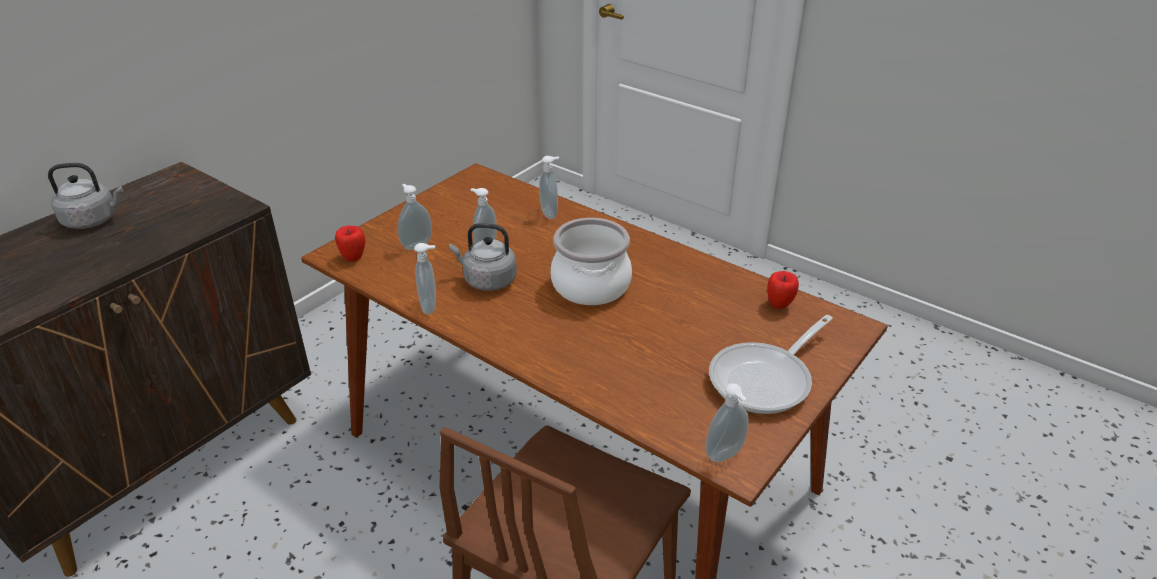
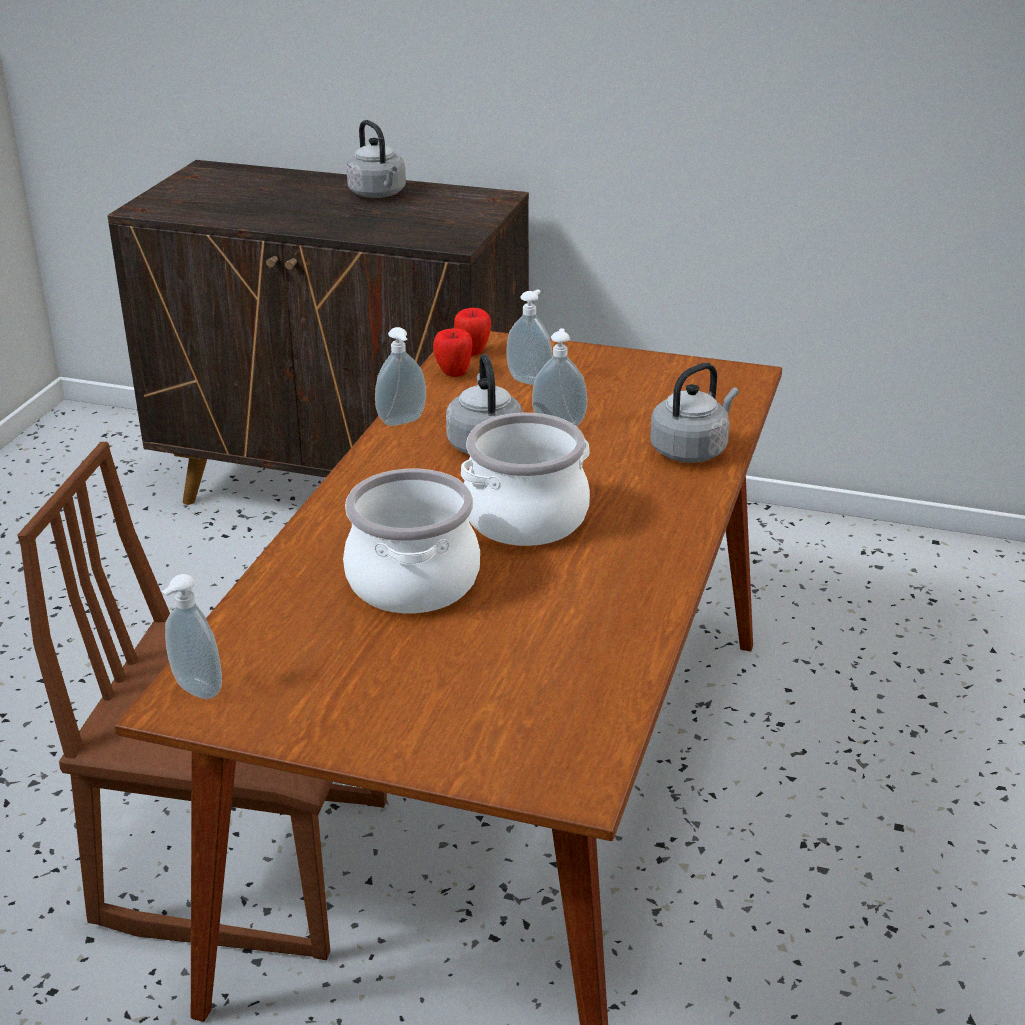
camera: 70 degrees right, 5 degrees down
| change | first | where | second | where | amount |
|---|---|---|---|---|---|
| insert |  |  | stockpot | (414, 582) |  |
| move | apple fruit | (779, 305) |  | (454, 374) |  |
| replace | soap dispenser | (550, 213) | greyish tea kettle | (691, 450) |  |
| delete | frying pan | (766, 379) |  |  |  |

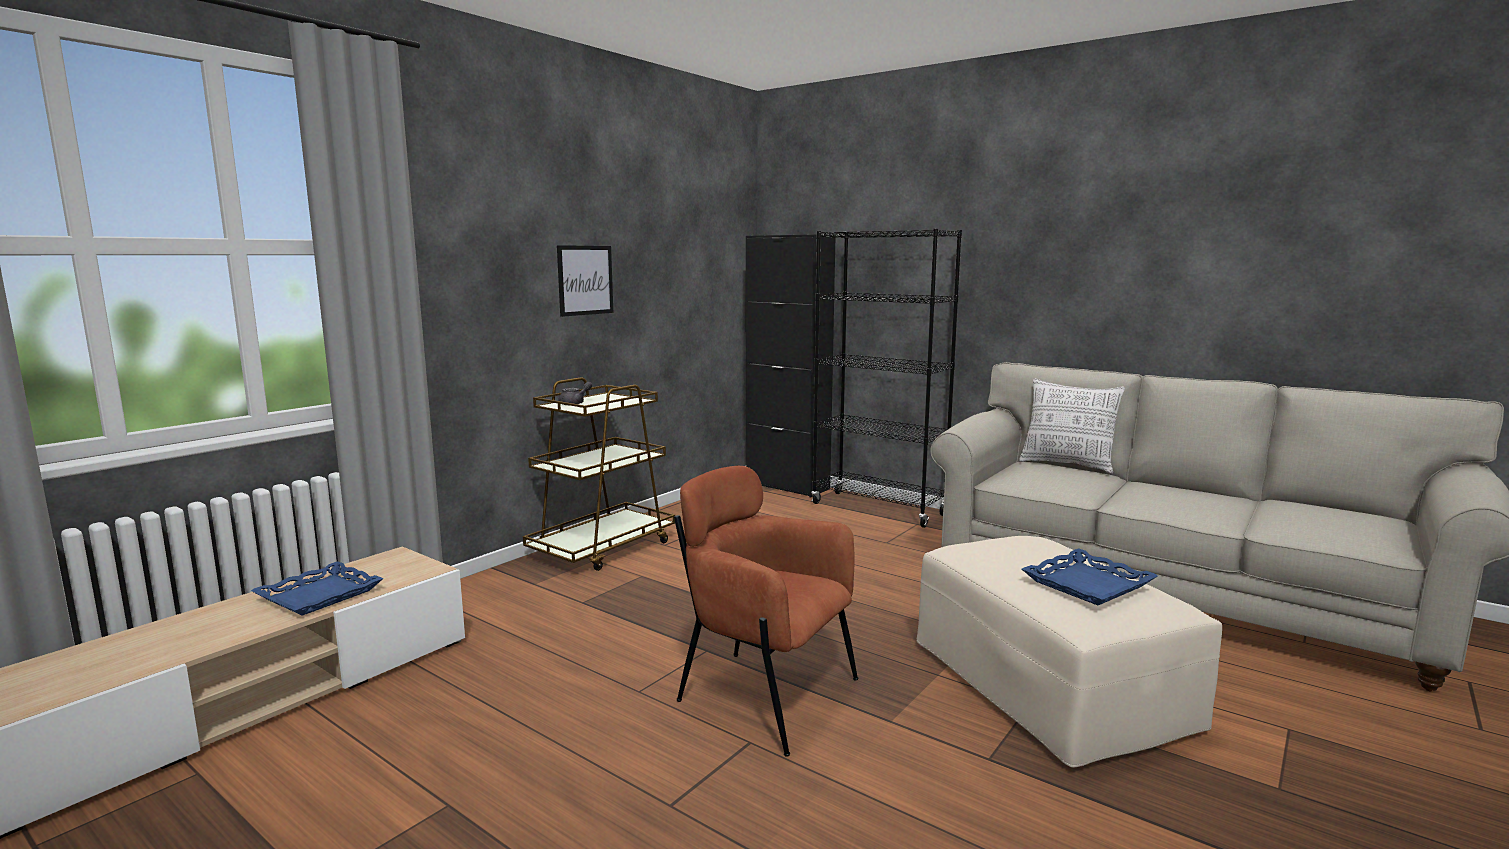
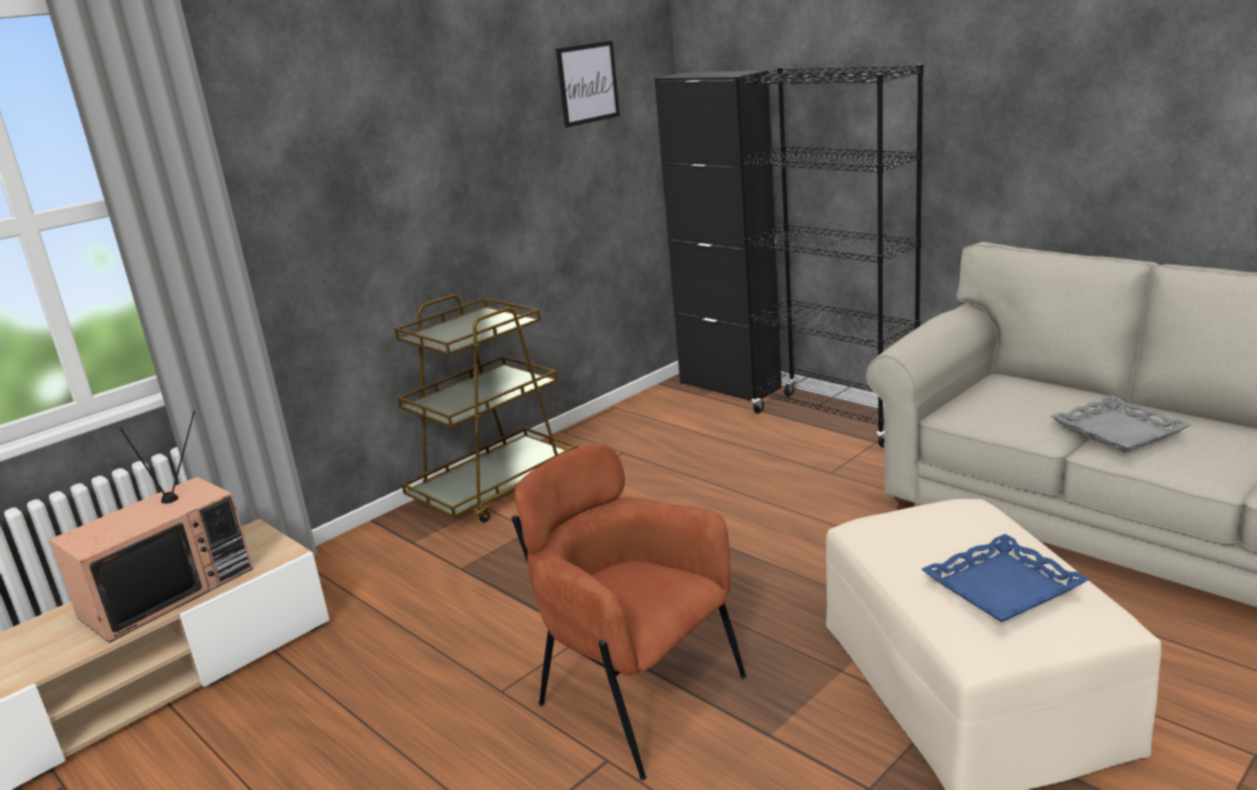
camera: 10 degrees right, 10 degrees up
| change | first | where | second | where | amount |
|---|---|---|---|---|---|
| replace | bluish tray | (319, 595) | TV set | (168, 591) |  |
| move | picture | (585, 280) |  | (588, 83) |  |
| insert |  |  | greyish tray | (1119, 431) |  |
| delete | greyish tea pot | (575, 403) |  |  |  |
| delete | cushion | (1067, 465) |  |  |  |

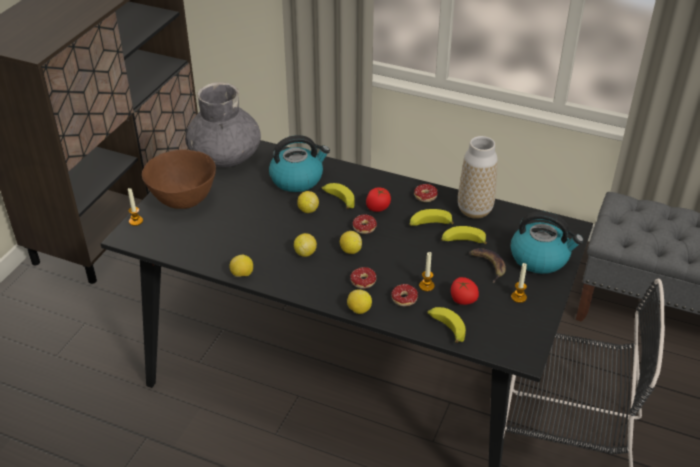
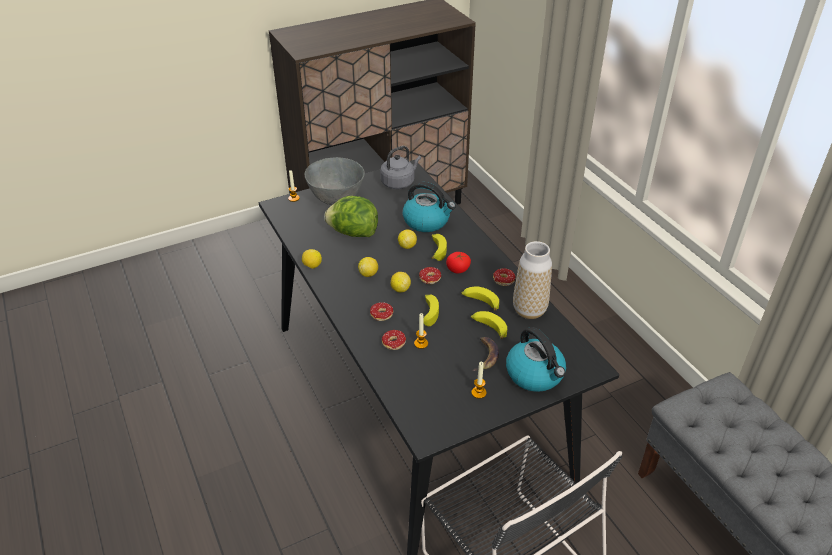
camera: 40 degrees right, 0 degrees up
| change | first | where | second | where | amount |
|---|---|---|---|---|---|
| recolor | brown deep dish | (183, 200) | greyish deep dish | (337, 199) |  |
| insert |  |  | lettuce | (353, 233) |  |
| replace | greyish decorative vase | (225, 156) | greyish tea kettle | (399, 182) |  |
| move | banana fruit | (446, 328) |  | (428, 313) |  |
| delete | lemon | (359, 310) |  |  |  |
| delete | whole tomato | (462, 300) |  |  |  |

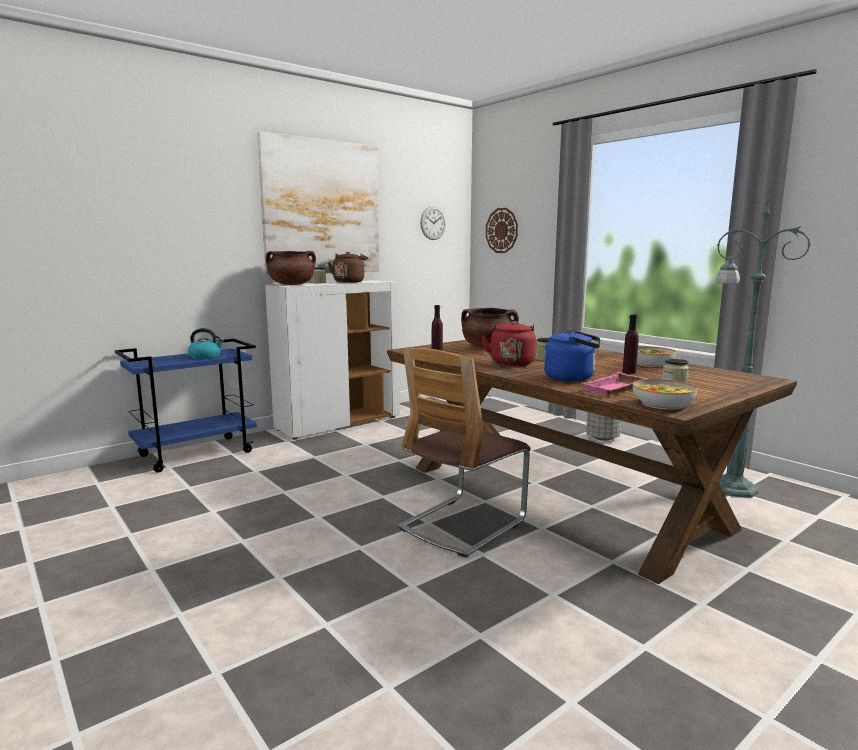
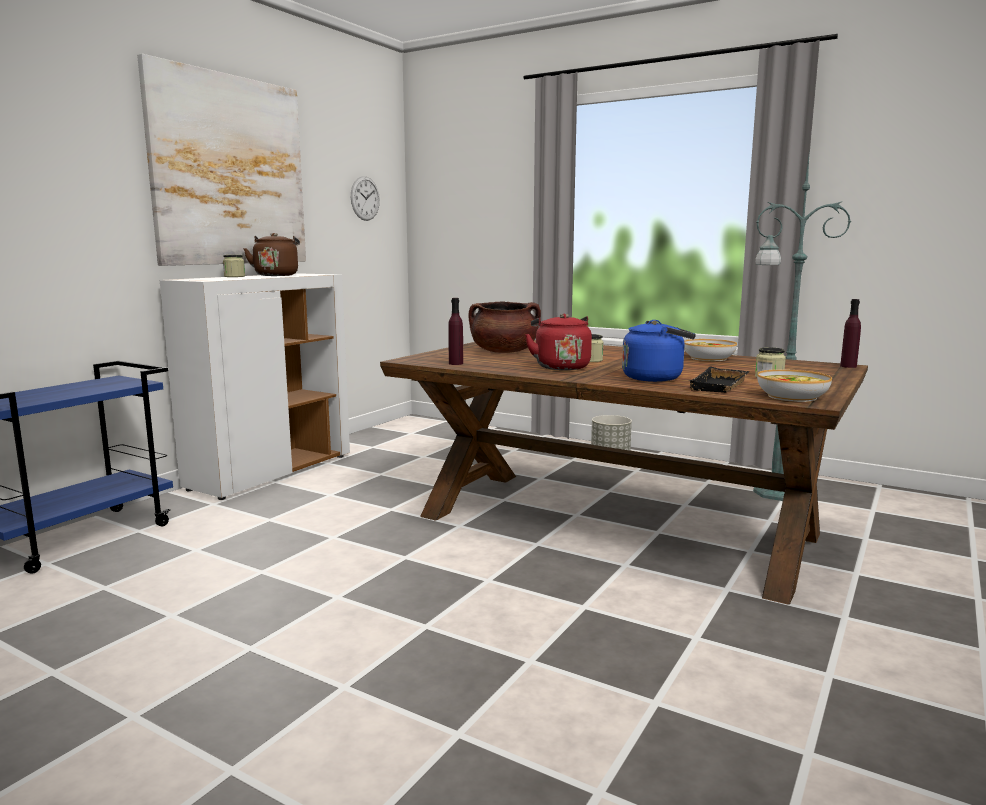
camera: 20 degrees left, 0 degrees up
| change | first | where | second | where | amount |
|---|---|---|---|---|---|
| recolor | pink tray | (615, 390) | black-coloured tray | (721, 386) |  |
| move | purple beverage bottle | (629, 372) |  | (848, 366) |  |
| delete | tea kettle | (205, 357) |  |  |  |
| delete | brown stockpot | (292, 284) |  |  |  |
| delete | upright chair | (462, 524) |  |  |  |
| delete | wall clock | (502, 230) |  |  |  |

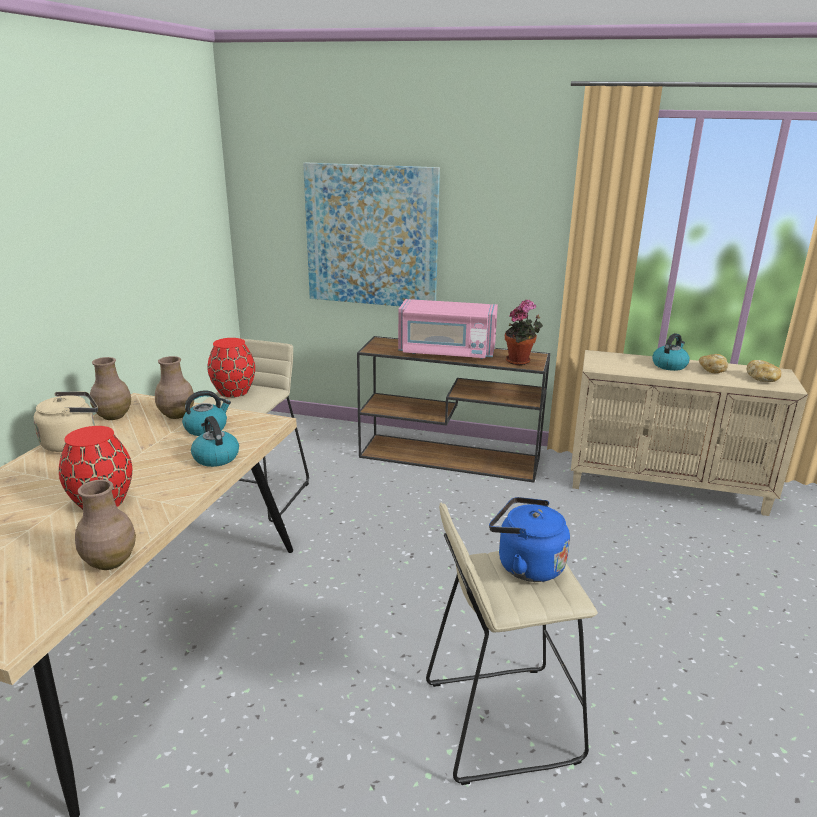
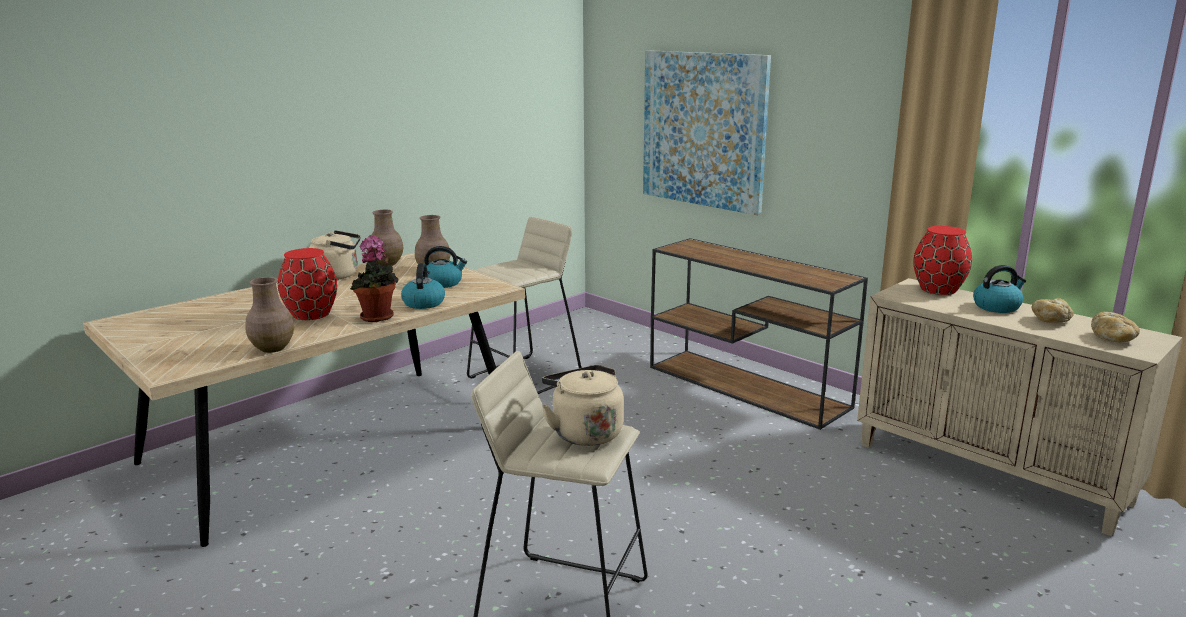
camera: 30 degrees right, 5 degrees down
| change | first | where | second | where | amount |
|---|---|---|---|---|---|
| move | houseplant | (520, 361) |  | (378, 318) |  |
| recolor | bluish tea kettle | (526, 565) | beige-coloured tea kettle | (584, 432) |  |
| move | red-coloured decorative vase | (233, 392) |  | (937, 289) |  |
| delete | pink microwave | (446, 352) |  |  |  |

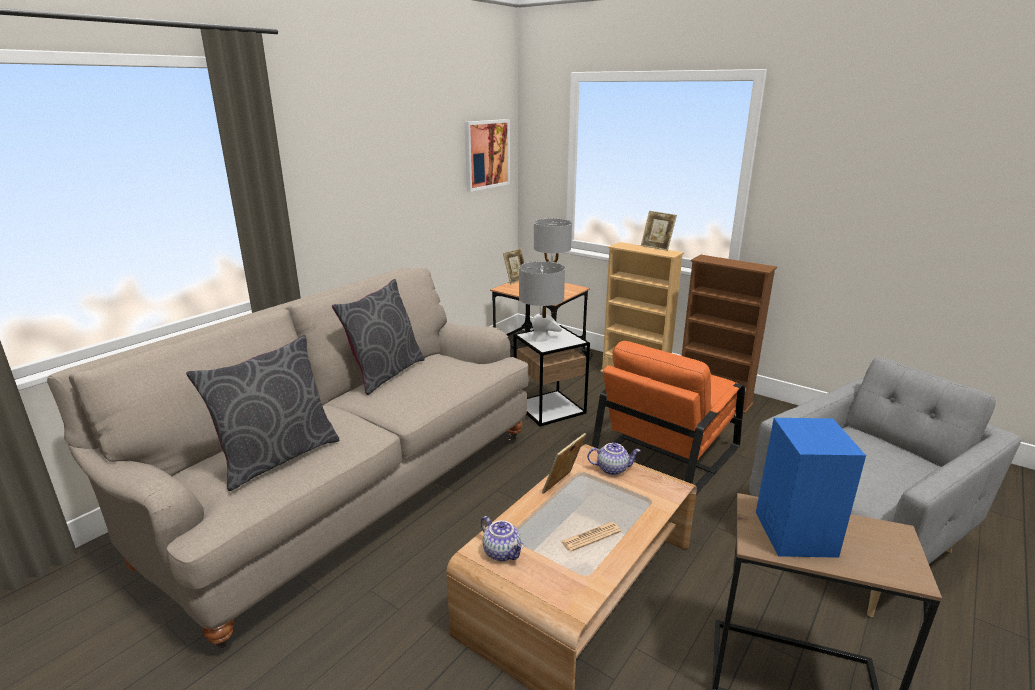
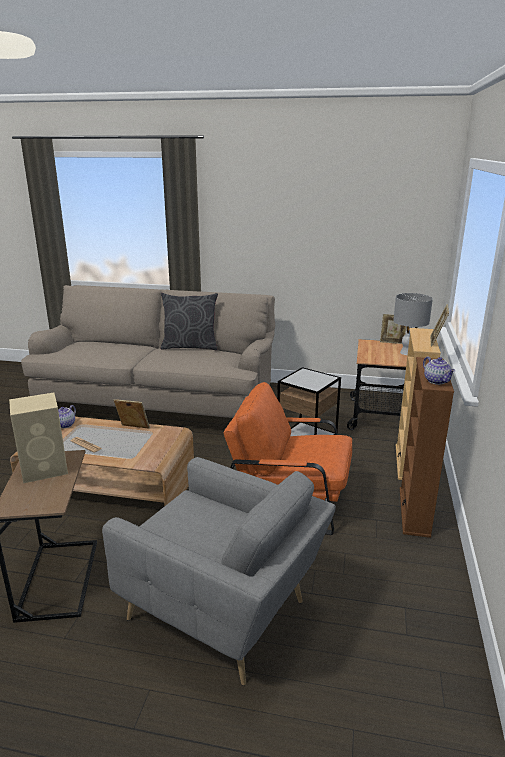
camera: 65 degrees right, 0 degrees up
| change | first | where | second | where | amount |
|---|---|---|---|---|---|
| recolor | bluish audio speaker | (794, 532) | beige-coloured audio speaker | (46, 469) |  |
| move | tea pot | (612, 469) |  | (437, 381) |  |
| delete | greyish cushion | (277, 457) |  |  |  |
| delete | picture | (486, 154) |  |  |  |
| delete | greyish table lamp | (540, 338) |  |  |  |

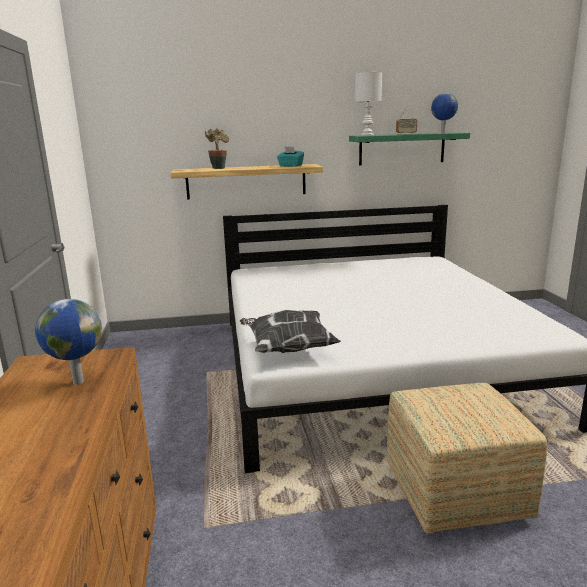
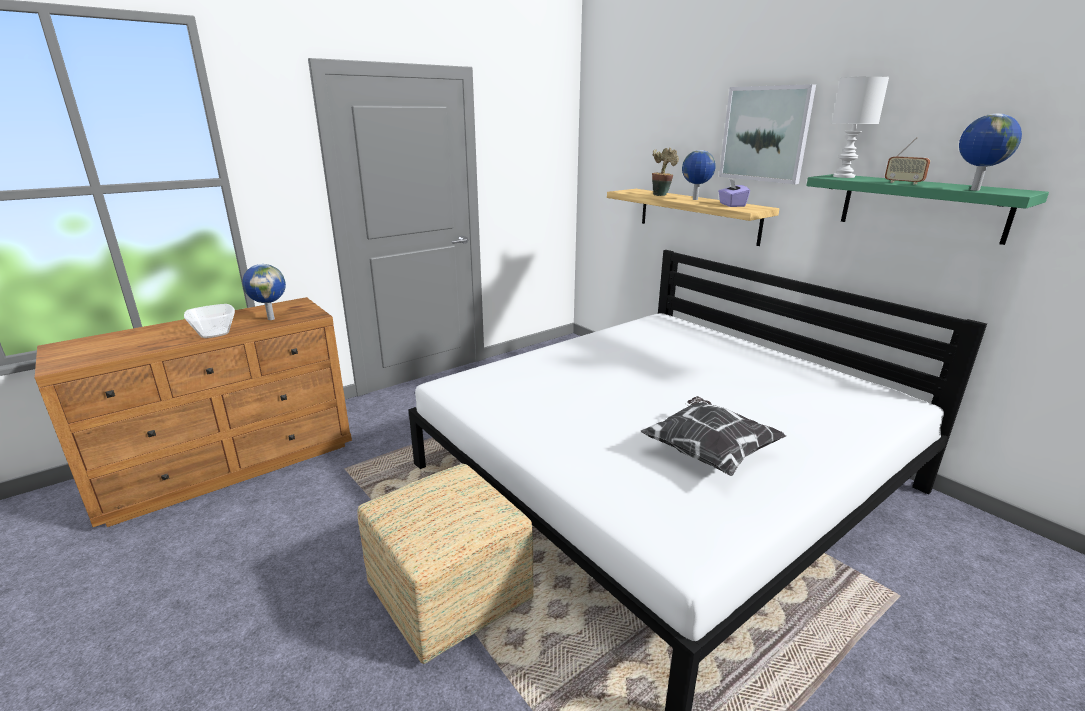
camera: 60 degrees right, 5 degrees up
| change | first | where | second | where | amount |
|---|---|---|---|---|---|
| insert |  |  | deep dish | (215, 333) |  |
| move | cushion | (287, 348) |  | (708, 453) |  |
| insert |  |  | globe | (695, 199) |  |
| recolor | blue-green tissue box | (290, 166) | purple tissue box | (731, 205) |  |
| insert |  |  | picture | (765, 134) |  |

